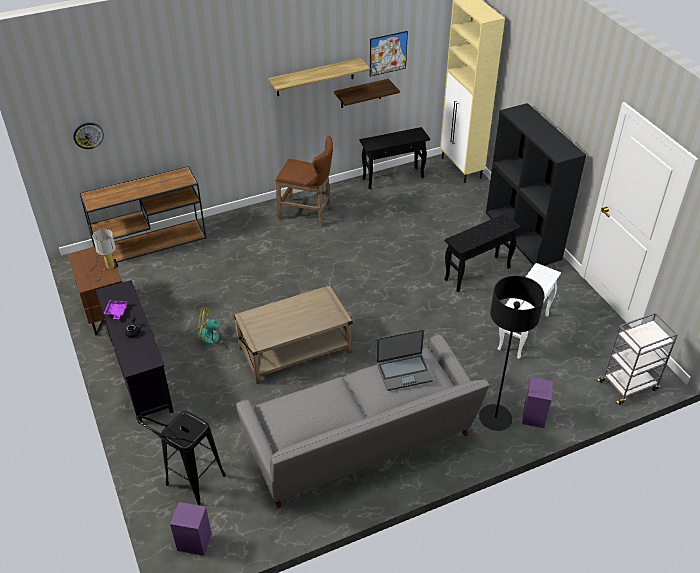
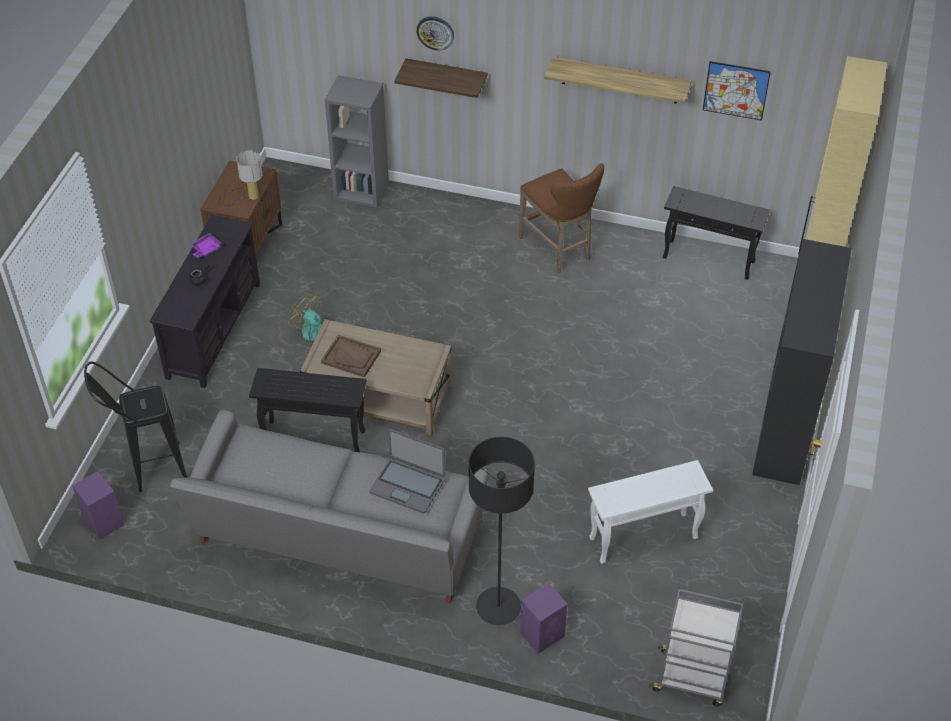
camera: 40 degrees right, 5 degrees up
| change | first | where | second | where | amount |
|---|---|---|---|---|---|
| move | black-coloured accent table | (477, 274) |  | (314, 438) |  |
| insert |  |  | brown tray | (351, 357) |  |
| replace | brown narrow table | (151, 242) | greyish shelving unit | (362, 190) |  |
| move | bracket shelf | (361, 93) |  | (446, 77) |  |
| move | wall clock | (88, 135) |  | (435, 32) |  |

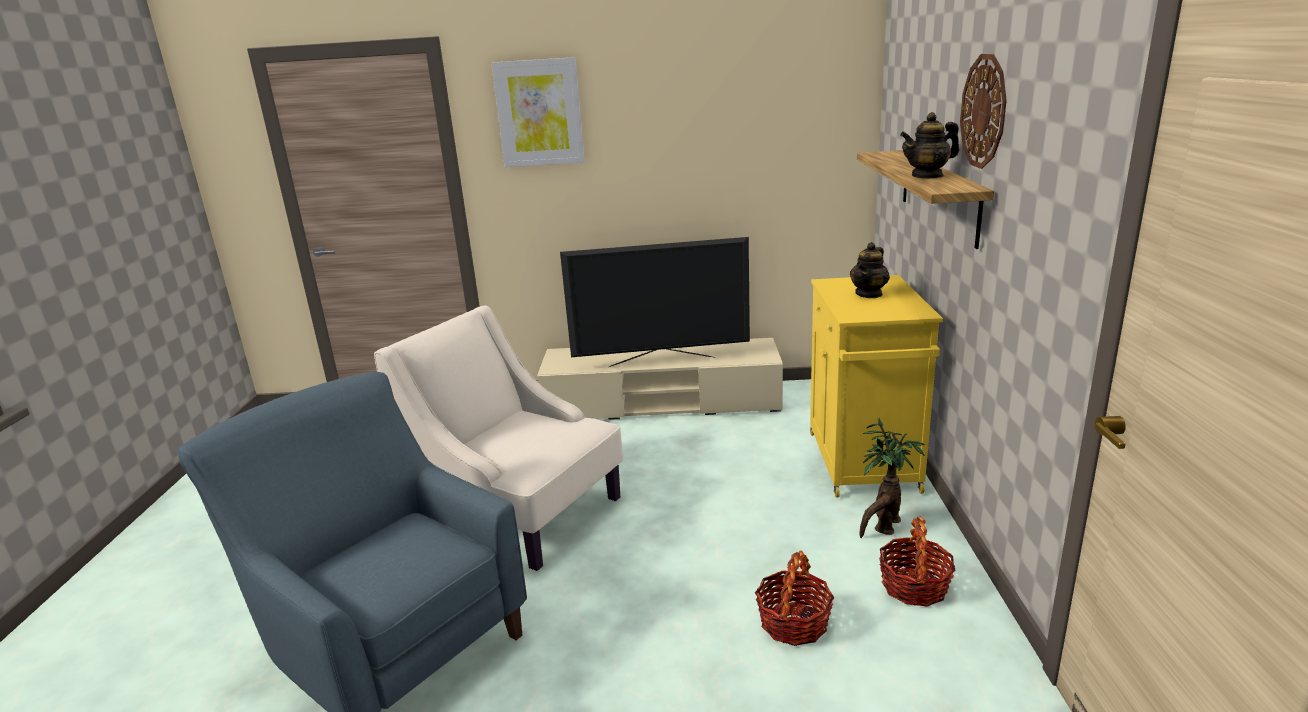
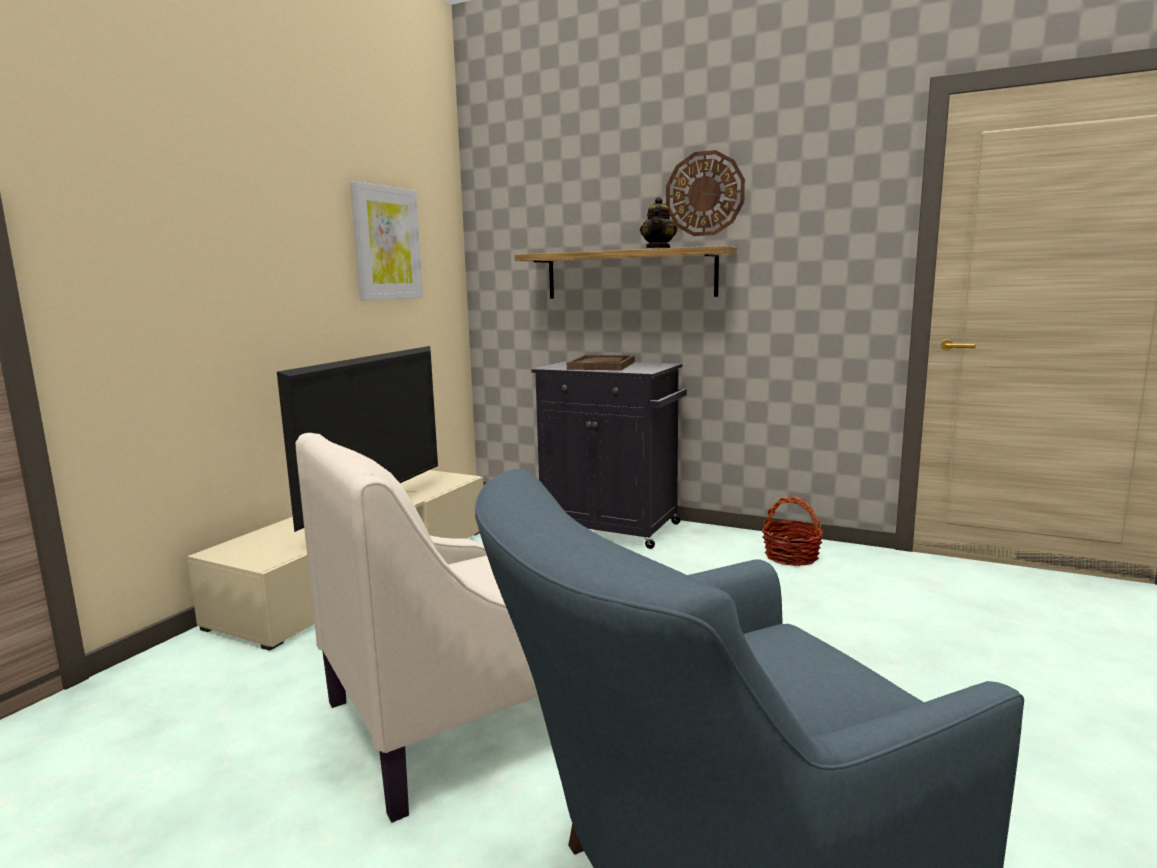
camera: 65 degrees left, 10 degrees down
| change | first | where | second | where | amount |
|---|---|---|---|---|---|
| move | picture | (539, 113) |  | (387, 243) |  |
| recolor | yellow storage cabinet | (863, 463) | black-coloured storage cabinet | (612, 528) |  |
| replace | tea pot | (869, 294) | brown tray | (601, 365) |  |
| delete | household basket | (794, 623) |  |  |  |
| delete | houseplant | (883, 527) |  |  |  |

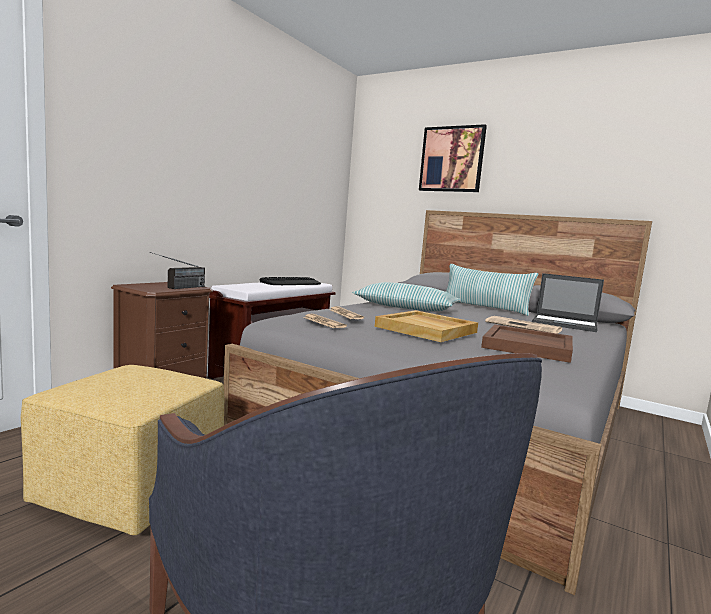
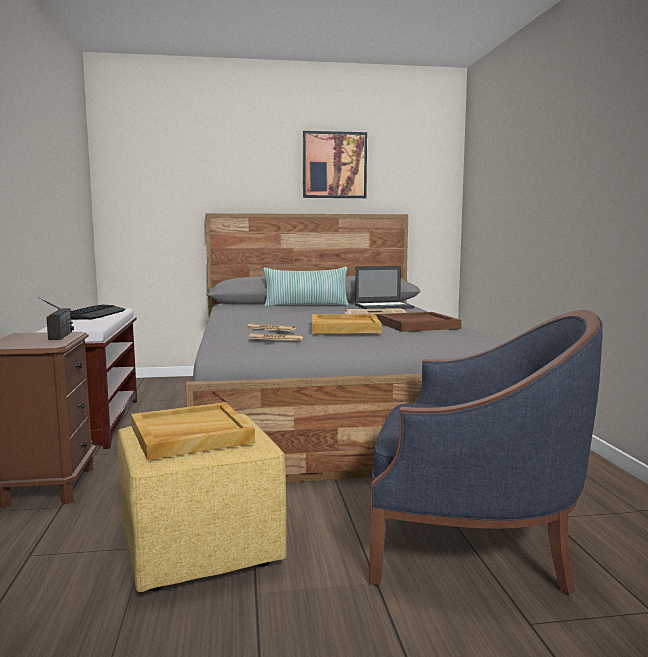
camera: 40 degrees left, 0 degrees up
| change | first | where | second | where | amount |
|---|---|---|---|---|---|
| insert |  |  | beige-coloured tray | (190, 435) |  |
| move | picture | (452, 159) |  | (334, 165) |  |
| delete | cushion | (405, 308) |  |  |  |

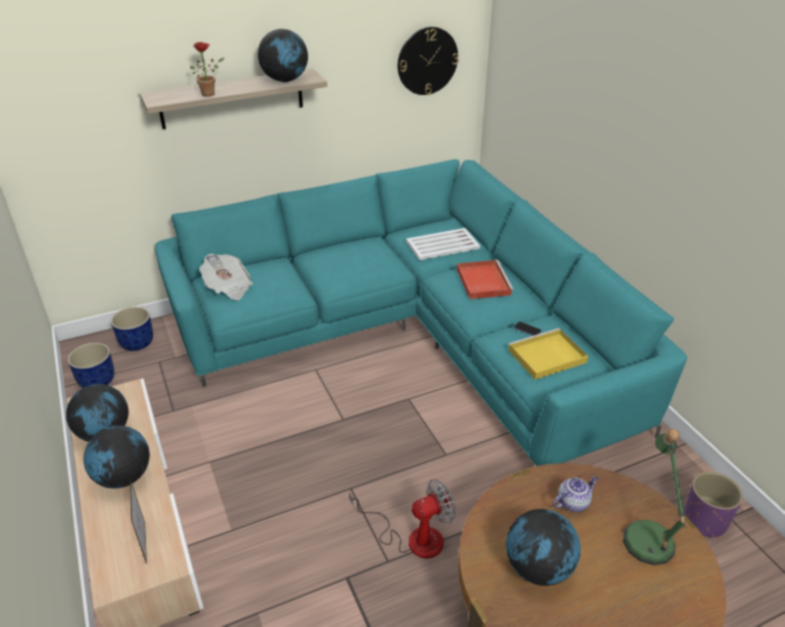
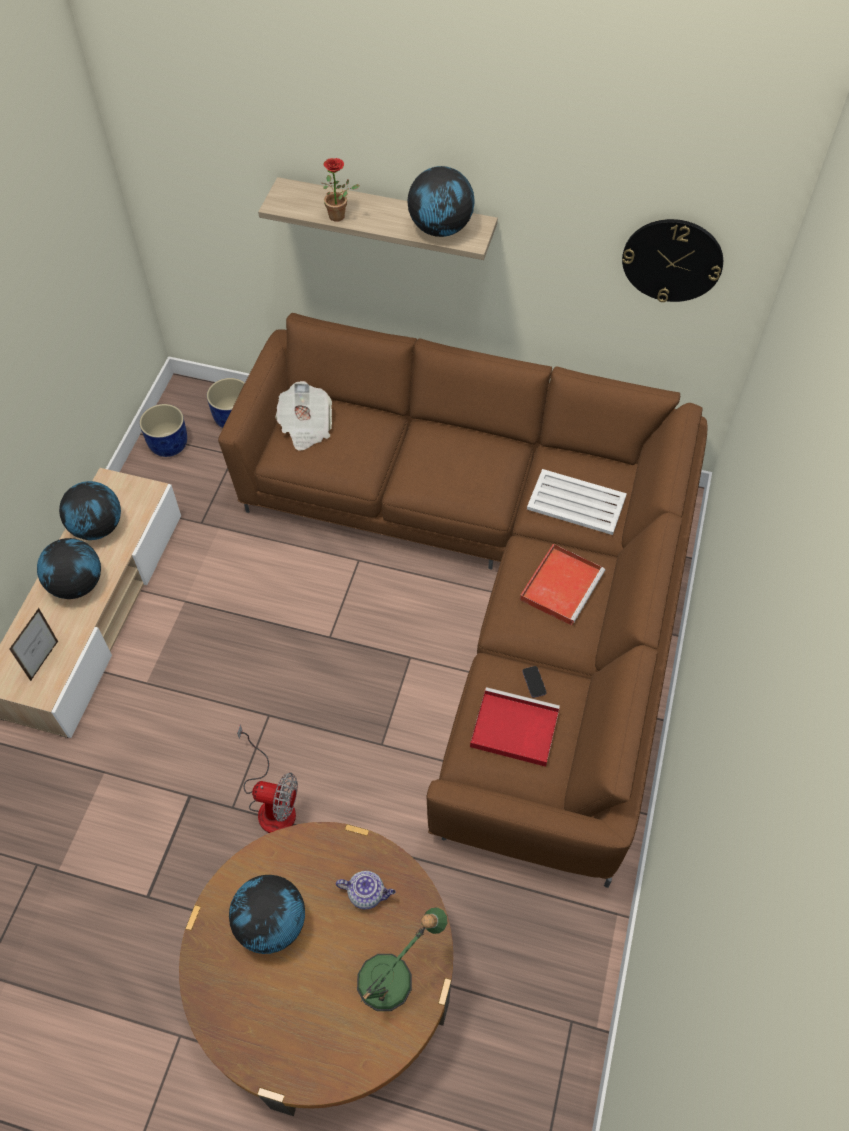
camera: 40 degrees right, 20 degrees up
| change | first | where | second | where | amount |
|---|---|---|---|---|---|
| recolor | blue-green sofa | (413, 335) | brown sofa | (493, 582) |  |
| recolor | yellow tray | (546, 357) | red-coloured tray | (512, 729) |  |
| delete | purple flower pot | (704, 521) |  |  |  |

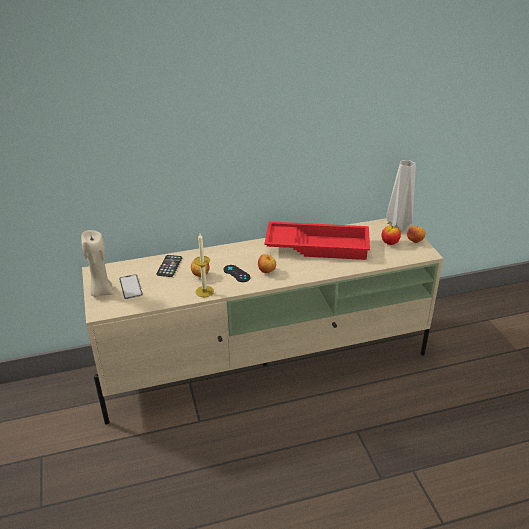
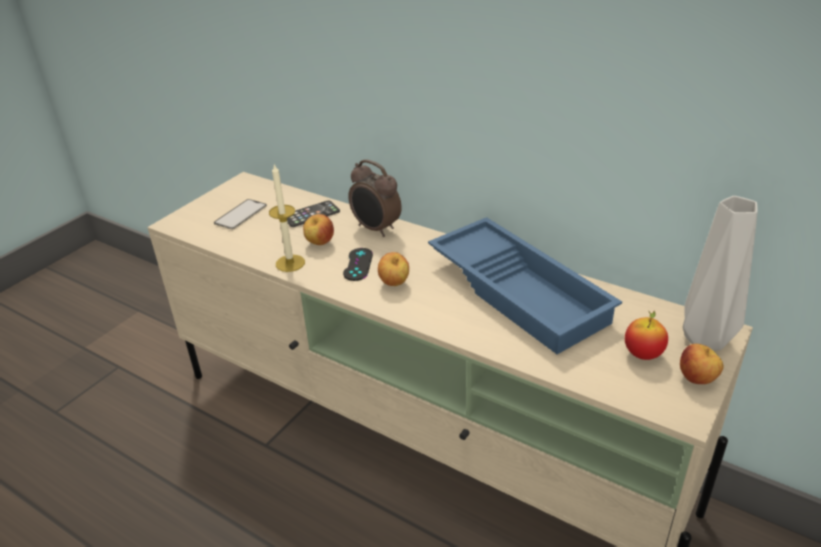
camera: 50 degrees right, 0 degrees up
| change | first | where | second | where | amount |
|---|---|---|---|---|---|
| insert |  |  | alarm clock | (376, 229) |  |
| recolor | red-coloured tray | (318, 245) | bluish tray | (521, 291) |  |
| delete | beige-coloured wax light | (101, 291) |  |  |  |

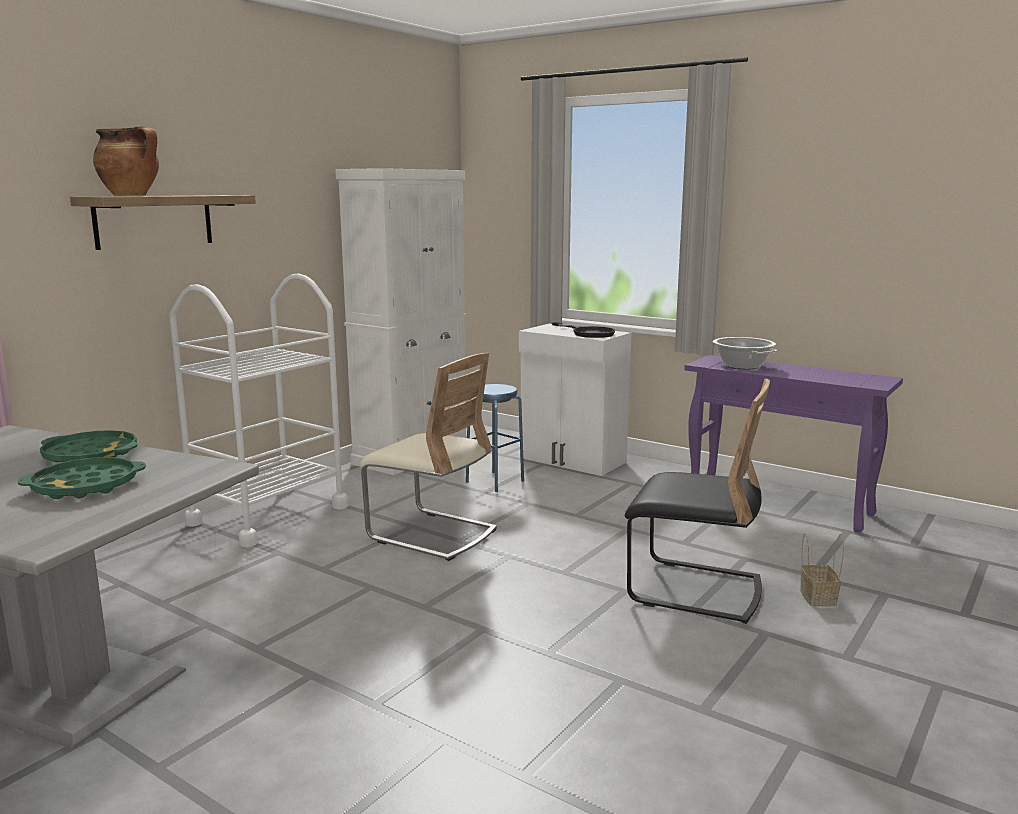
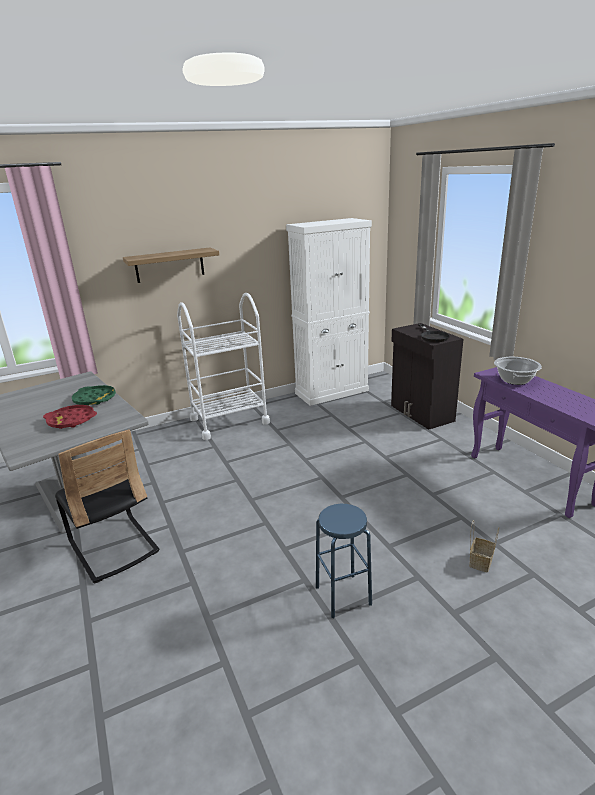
camera: 30 degrees right, 10 degrees up
| change | first | where | second | where | amount |
|---|---|---|---|---|---|
| recolor | greenish tray | (85, 486) | red-coloured tray | (71, 420) |  |
| move | black-coloured upright chair | (694, 590) |  | (113, 547) |  |
| move | bluish sitting stool | (494, 481) |  | (343, 595) |  |
| recolor | white-coloured storage cabinet | (572, 460) | black-coloured storage cabinet | (421, 413) |  |
| delete | stockpot | (132, 195) |  |  |  |
| delete | beige-coloured upright chair | (432, 534) |  |  |  |

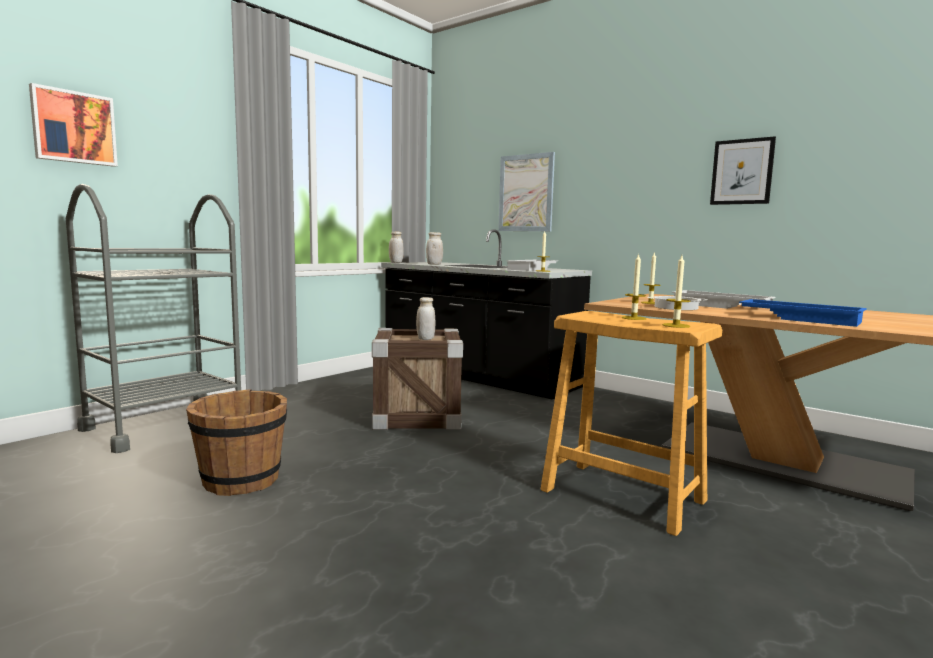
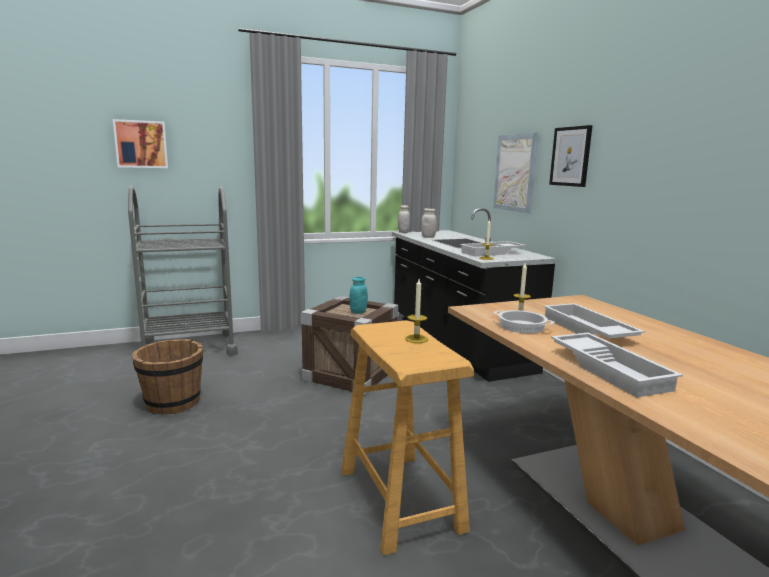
camera: 30 degrees right, 5 degrees up
| change | first | where | second | where | amount |
|---|---|---|---|---|---|
| recolor | white-coloured preserve jar | (425, 339) | blue-green preserve jar | (358, 312) |  |
| move | picture | (742, 172) |  | (570, 156) |  |
| recolor | bluish tray | (800, 319) | white-coloured tray | (611, 369) |  |
| delete | wax light | (676, 325) |  |  |  |

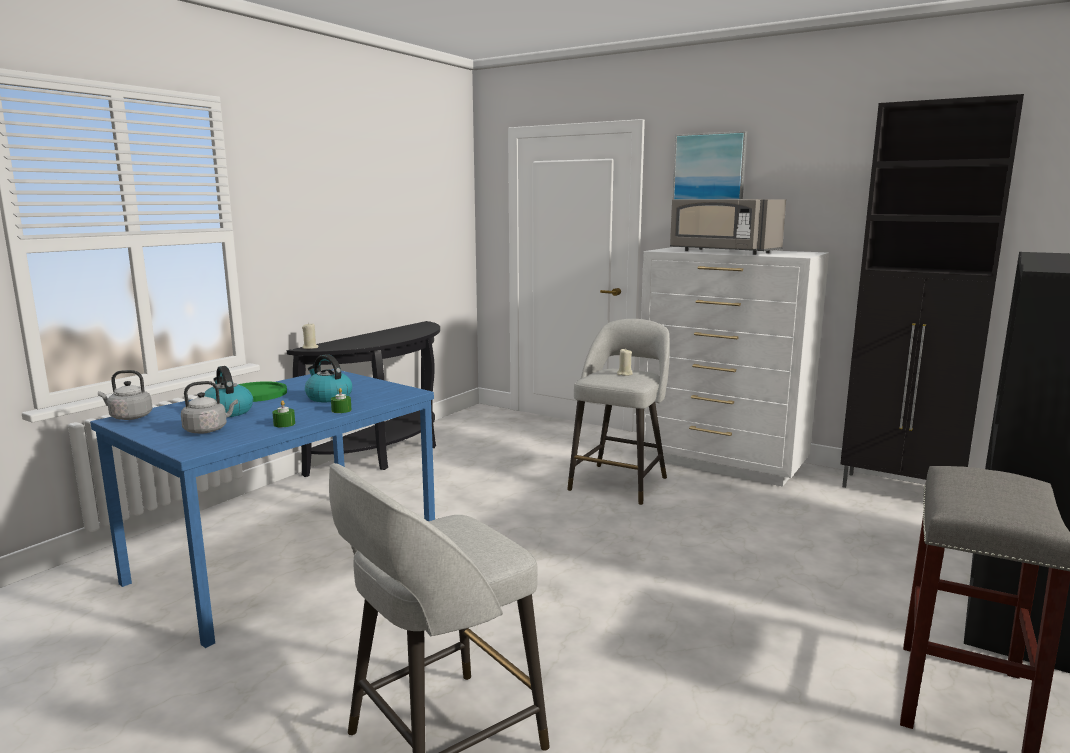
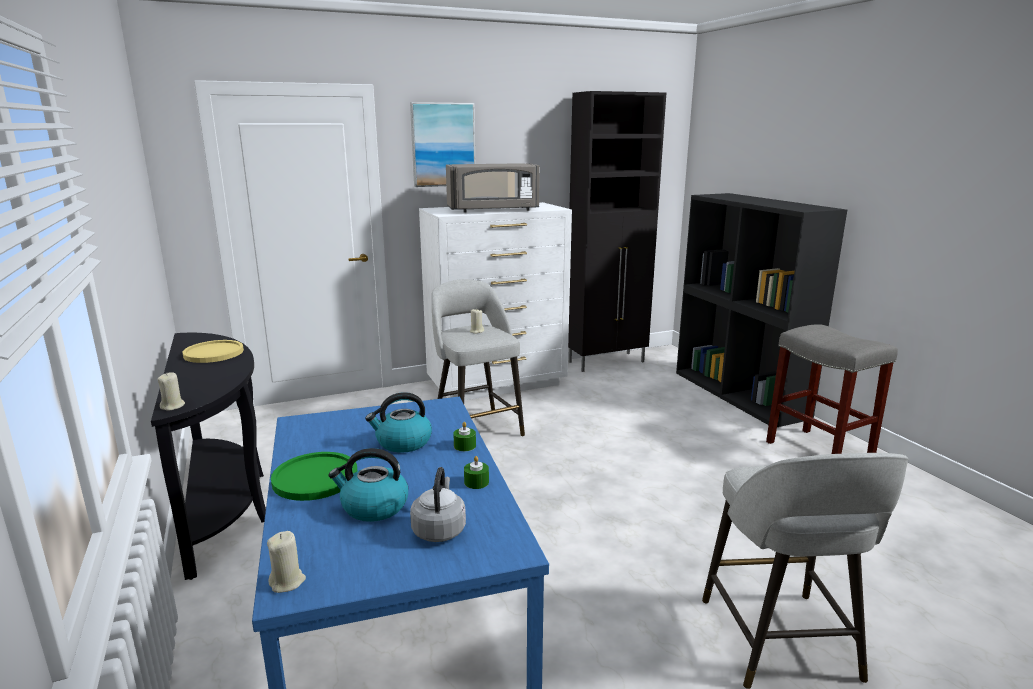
camera: 55 degrees left, 5 degrees up
| change | first | where | second | where | amount |
|---|---|---|---|---|---|
| insert |  |  | yellow plate | (213, 353) |  |
| replace | greyish tea kettle | (129, 417) | beige-coloured wax light | (287, 582) |  |

